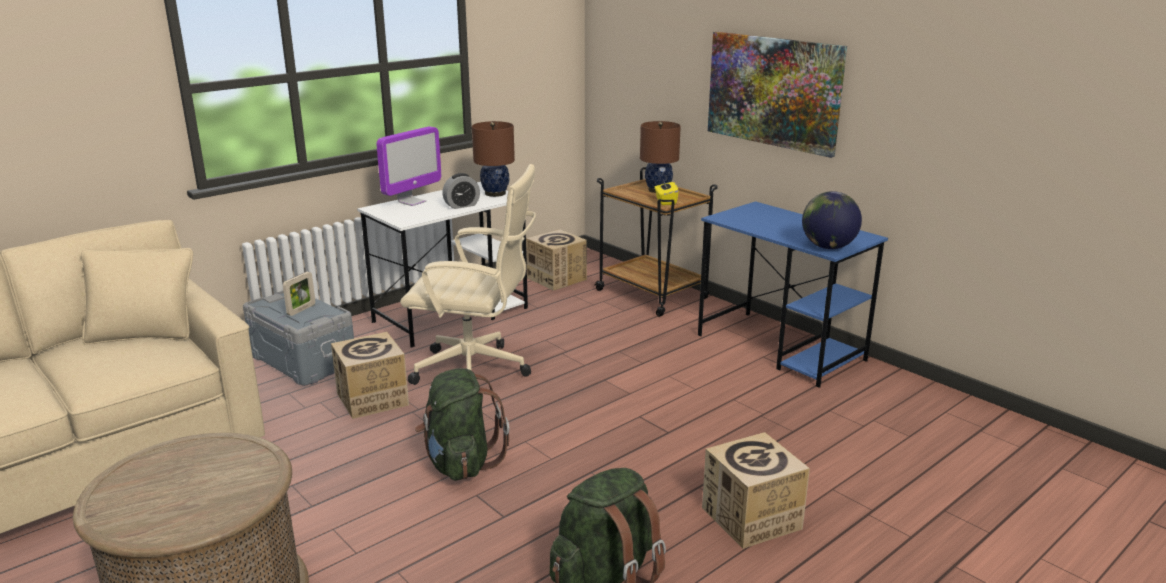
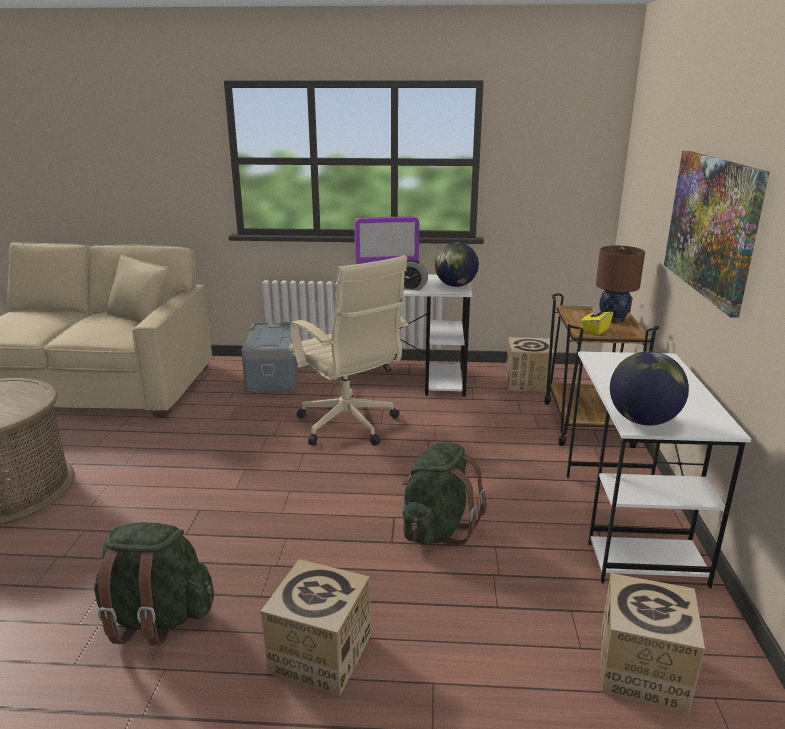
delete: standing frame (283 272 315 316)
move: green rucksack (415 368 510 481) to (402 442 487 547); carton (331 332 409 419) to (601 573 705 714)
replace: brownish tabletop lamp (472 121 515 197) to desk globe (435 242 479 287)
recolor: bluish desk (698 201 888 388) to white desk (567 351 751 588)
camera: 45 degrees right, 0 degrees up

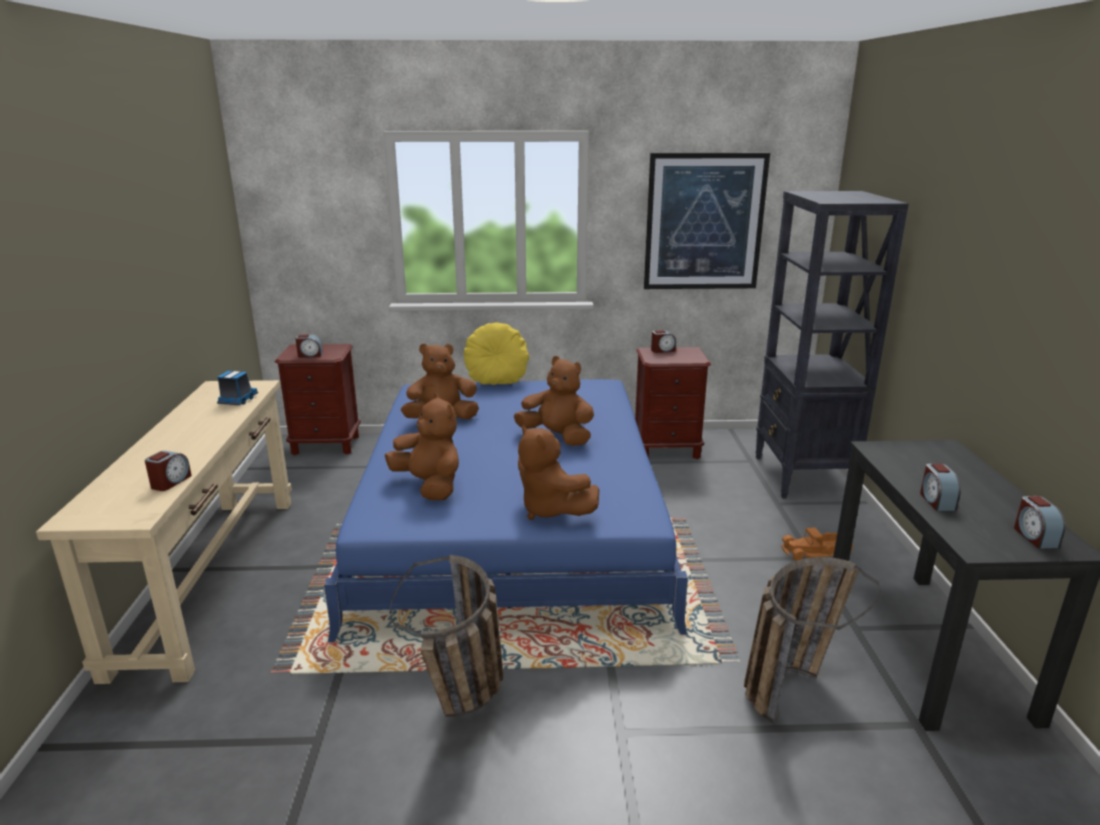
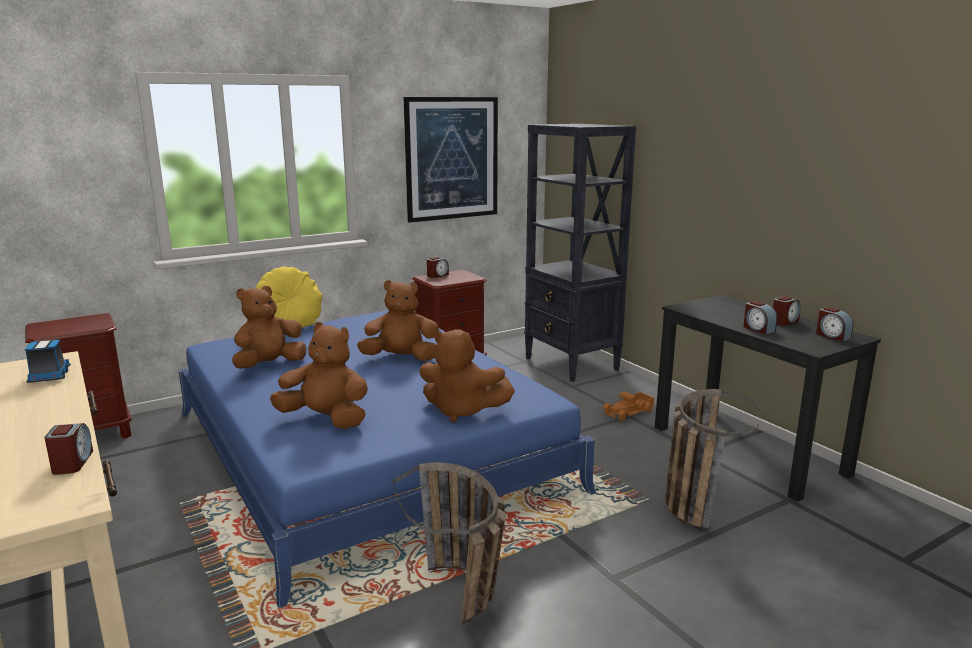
move: alarm clock (295 334 323 357) to (773 296 801 325)
camera: 30 degrees left, 5 degrees down

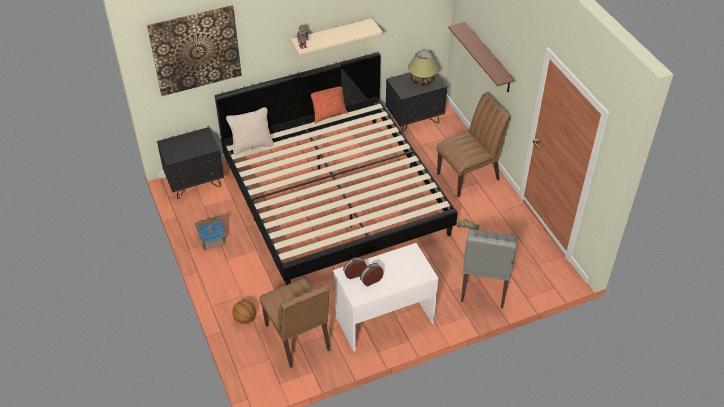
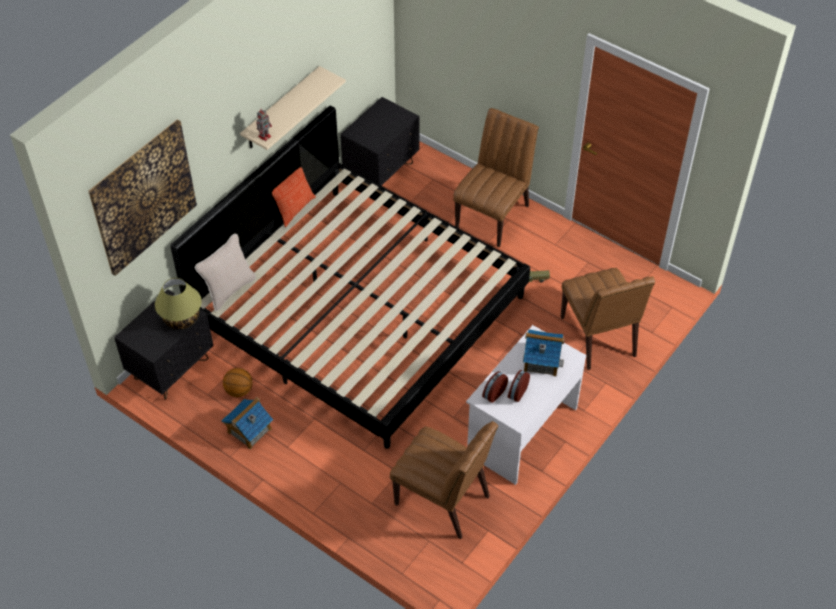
delete: brownish wall shelf (448 22 515 92)
insert: toy house (523 329 565 376)
move: tabletop lamp (408 50 438 86) to (155 278 202 329); ball for basketball (232 300 256 324) to (223 368 252 397)
recolor: grey chair (461 230 517 309) to brownish chair (561 268 655 370)
camera: 30 degrees left, 5 degrees up

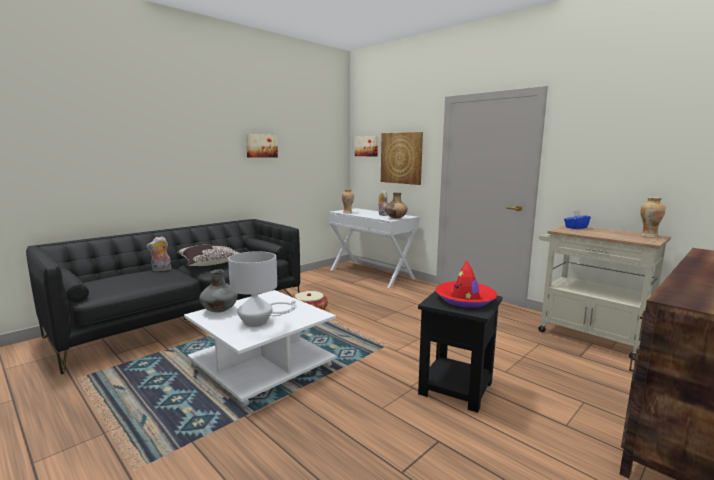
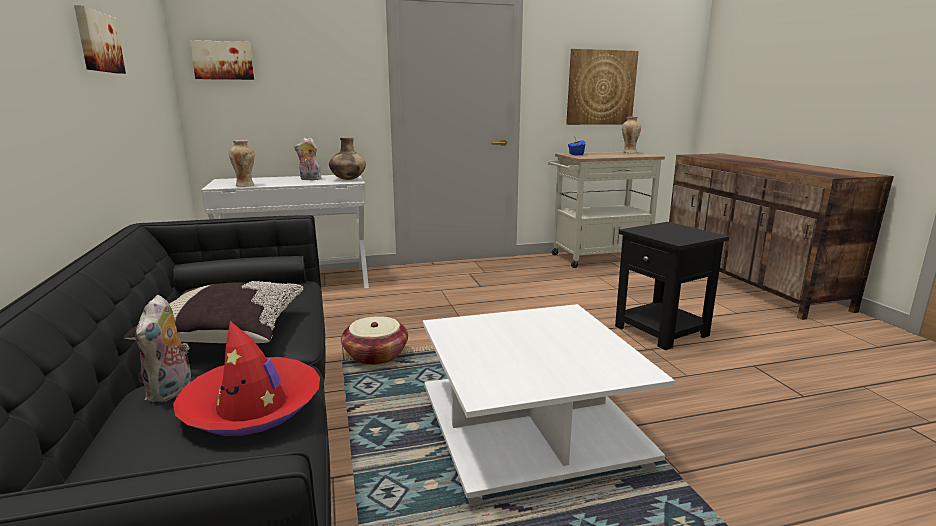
delete: grey decorative vase (199 269 238 313); white tabletop lamp (228 251 296 327)
move: red-coloured wearable hat (436 260 497 308) to (173 321 320 436); wall art (381 132 423 185) to (566 49 639 125)
camera: 60 degrees left, 5 degrees up

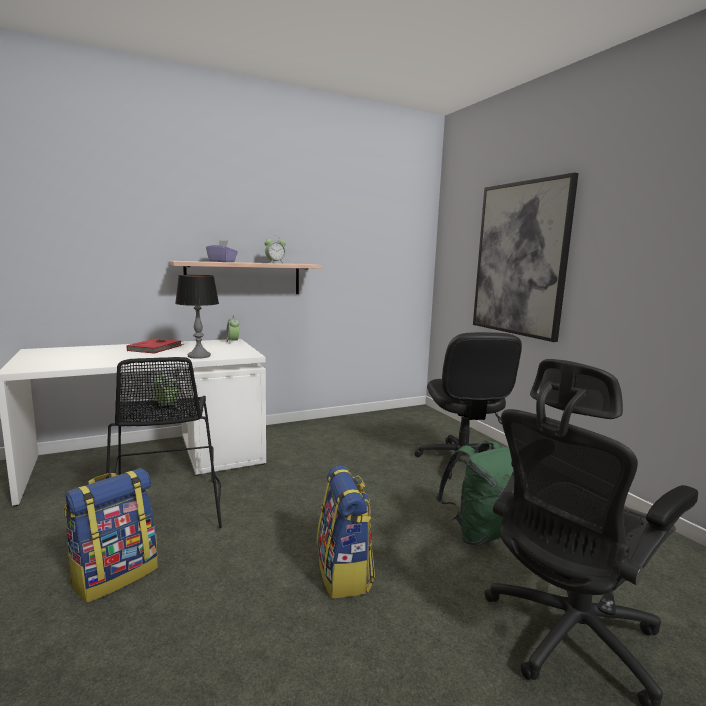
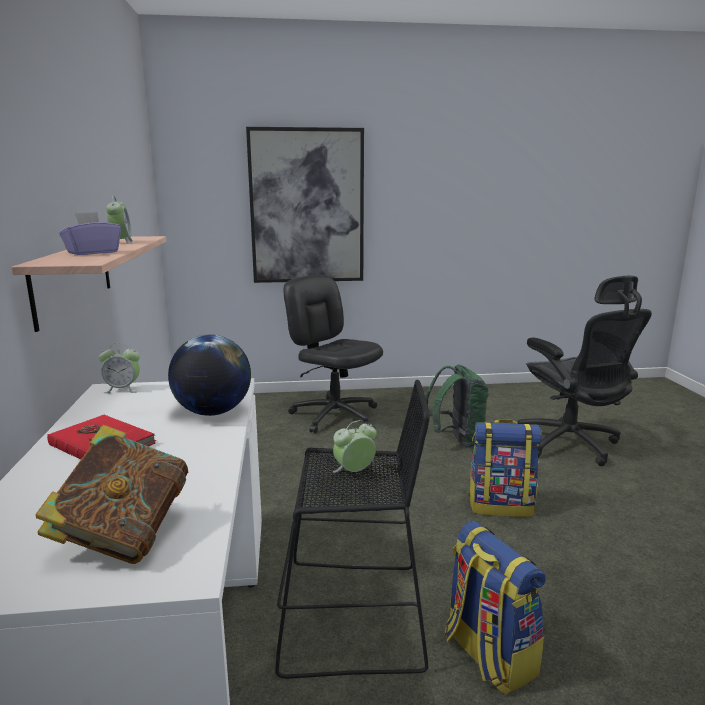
insert: book (36 425 188 564)
replace: tabletop lamp (175 275 219 359) to desk globe (168 335 251 416)
rotate: black computer chair (414 332 522 479) = (284 275 383 433) 150 degrees counterclockwise
camera: 70 degrees left, 5 degrees up

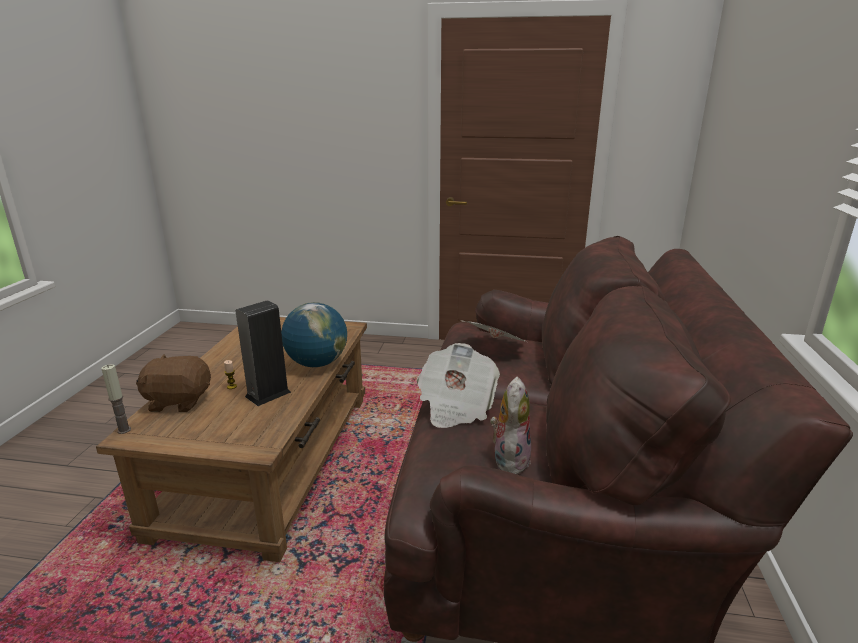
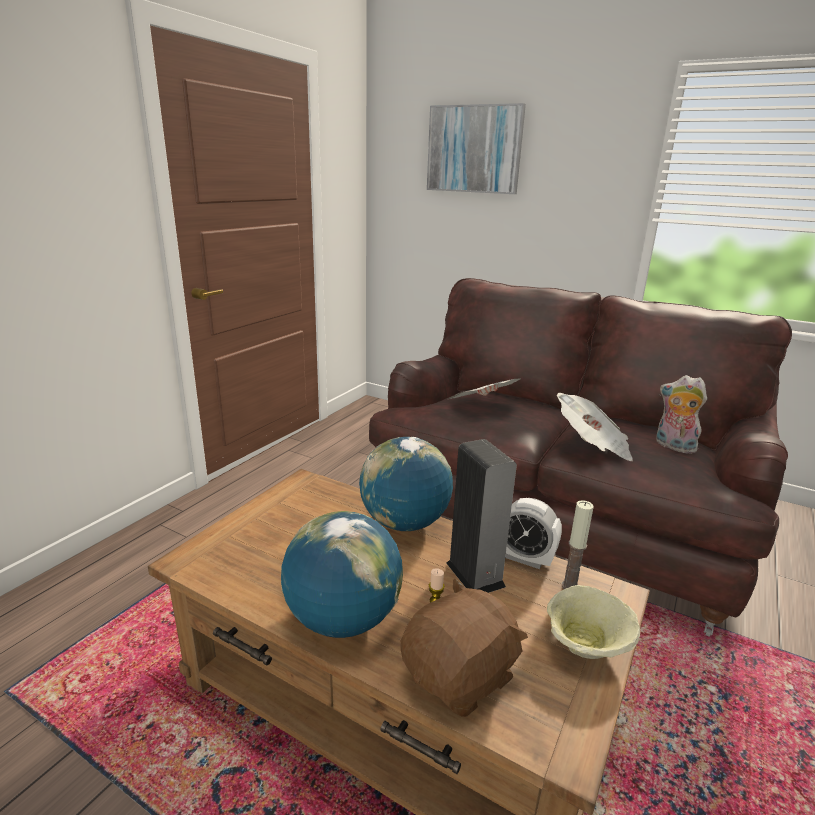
insert: desk globe (281 511 403 638); wall art (427 103 526 194); alarm clock (505 498 562 569); beige-coloured serving bowl (547 585 640 659)
move: wax light (102 364 131 434) to (562 500 594 589)
rotate: brownish cuddly toy (136 354 211 412) = (401 579 528 717) 150 degrees counterclockwise
camera: 70 degrees left, 0 degrees up

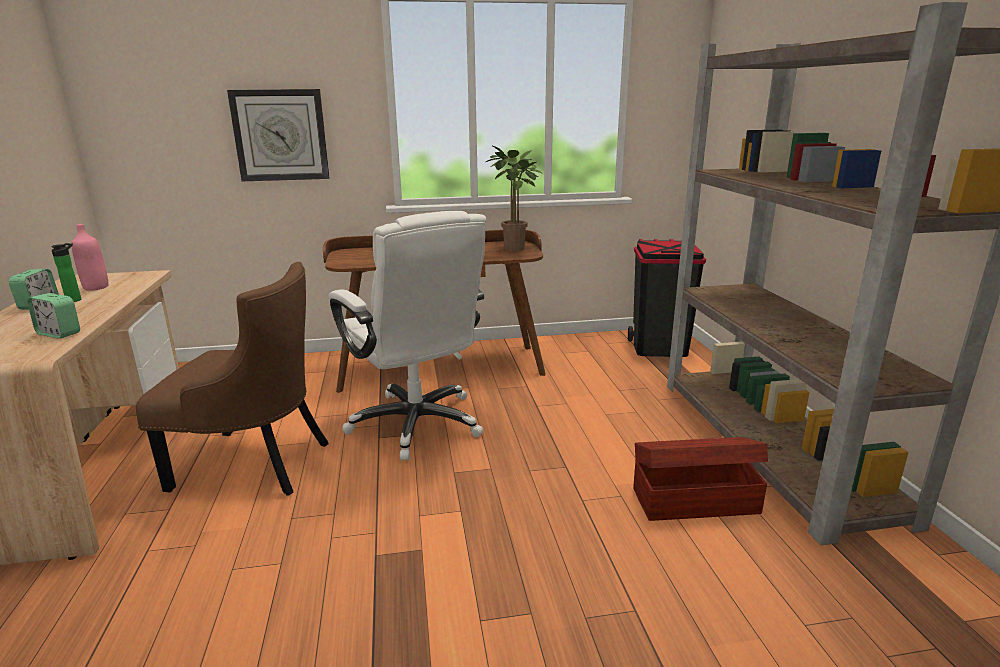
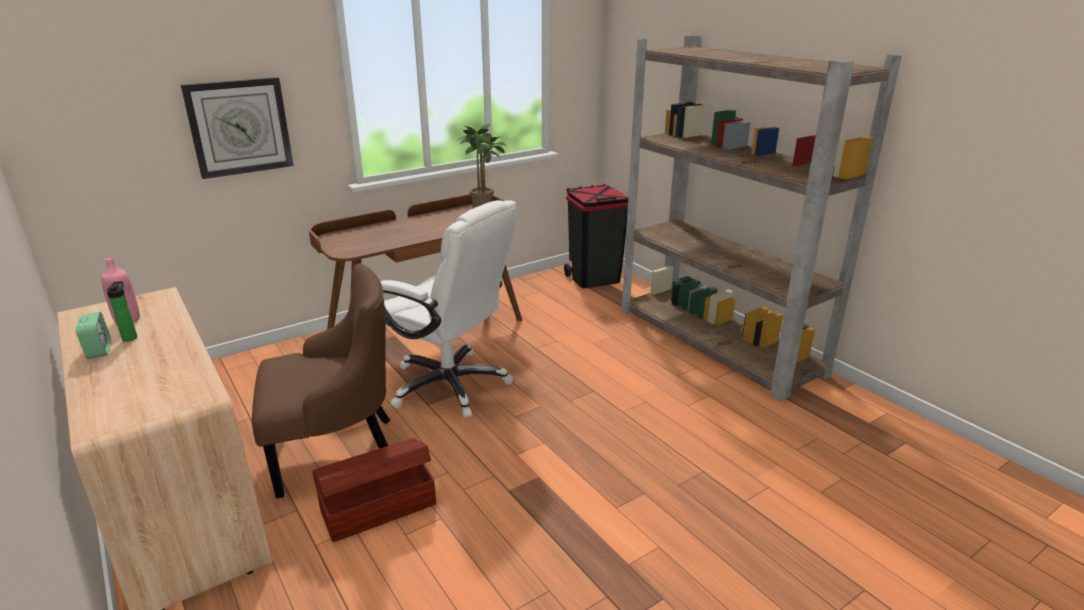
delete: alarm clock (27 293 80 339)
move: brownish storage bin (633 437 768 521) to (312 438 436 542)
camera: 25 degrees left, 5 degrees up

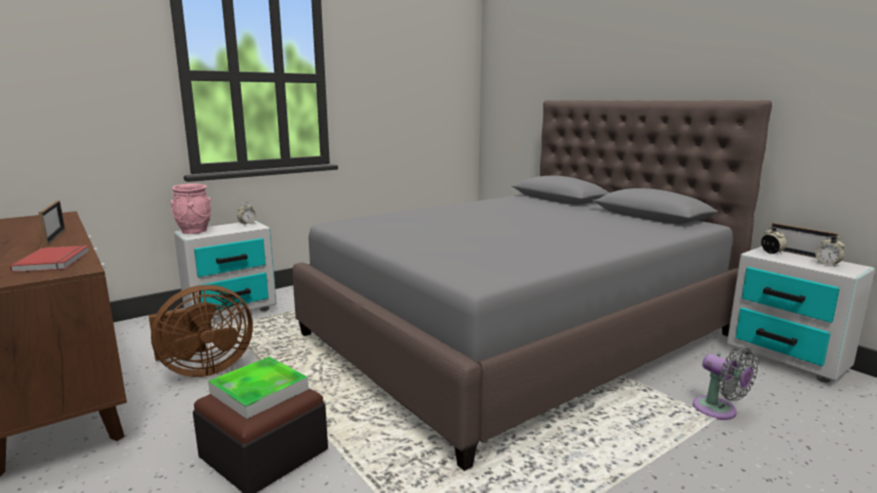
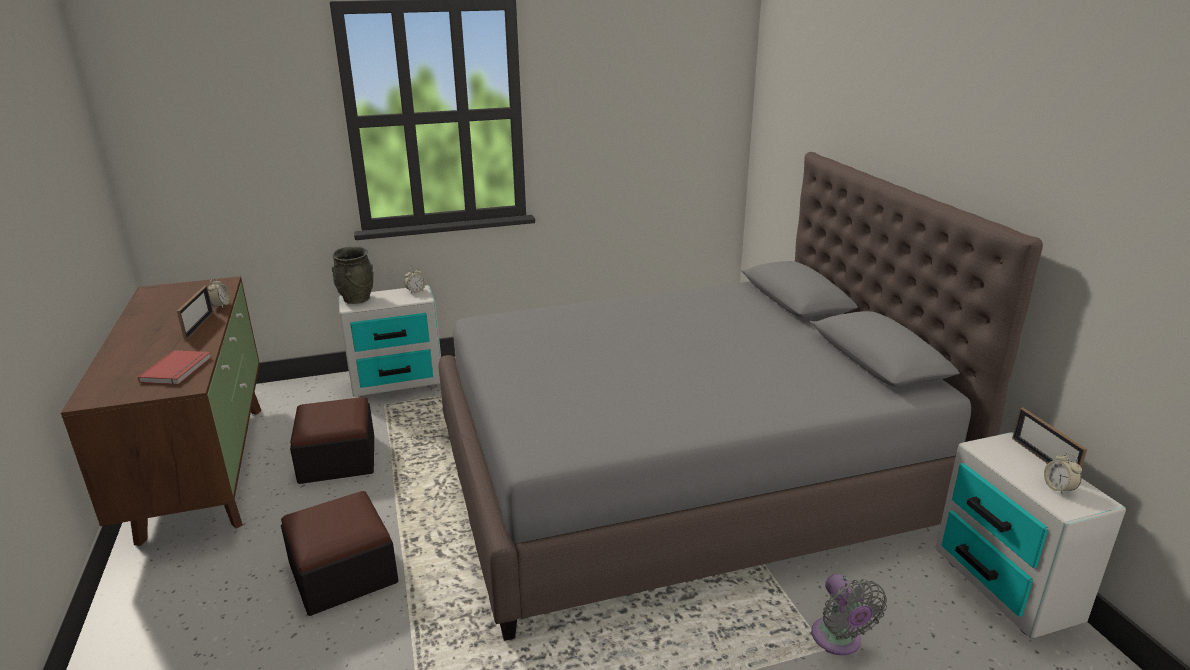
delete: serving tray (208 357 309 419)
move: alarm clock (761 227 787 254) to (208 278 230 308)
replace: brownish fan (149 285 253 377) to pouffe (290 397 374 484)
recolor: pinkish decorative vase (171 184 211 234) to grey decorative vase (332 246 374 304)
camera: 20 degrees right, 10 degrees up

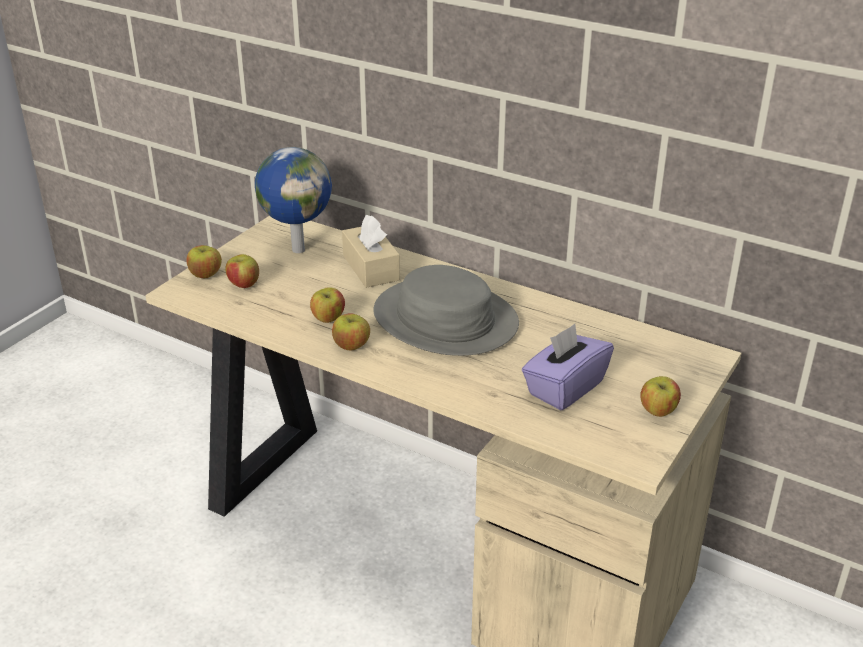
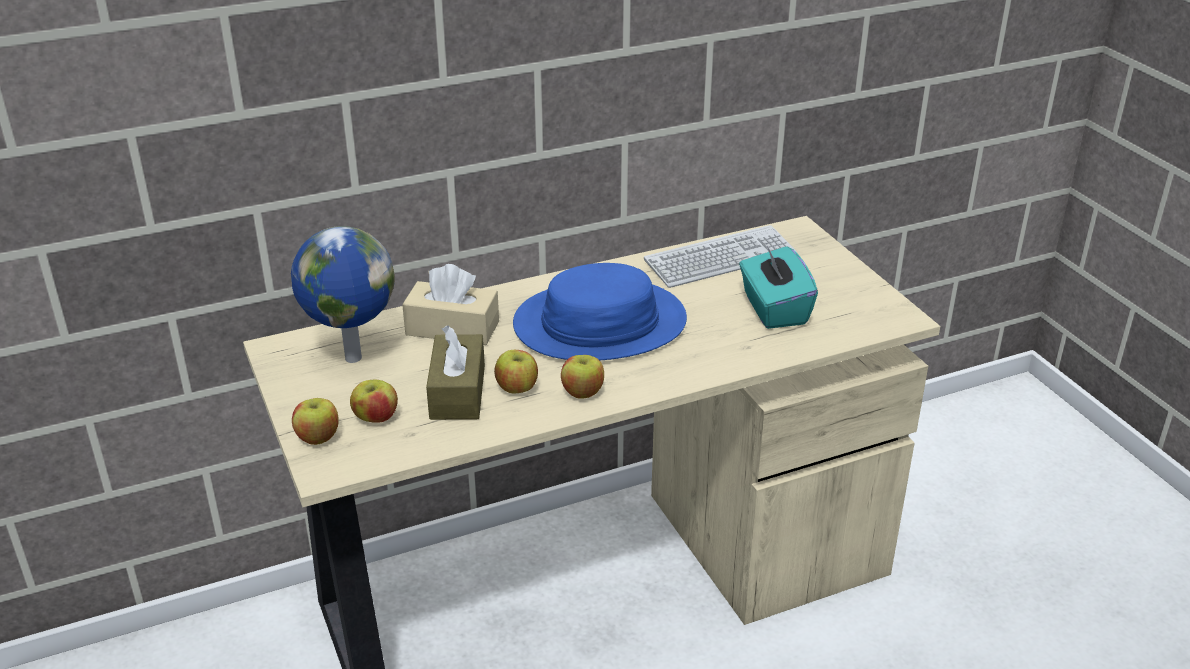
delete: apple (641 376 681 417)
insert: brownish box of tissues (426 325 485 420); PC keyboard (644 225 797 288)
recolor: grey wearable hat (373 265 519 356) to bluish wearable hat (513 263 687 360); purple-coloured box of tissues (522 324 614 410) to turquoise-coloured box of tissues (739 243 818 329)
camera: 55 degrees left, 0 degrees up

